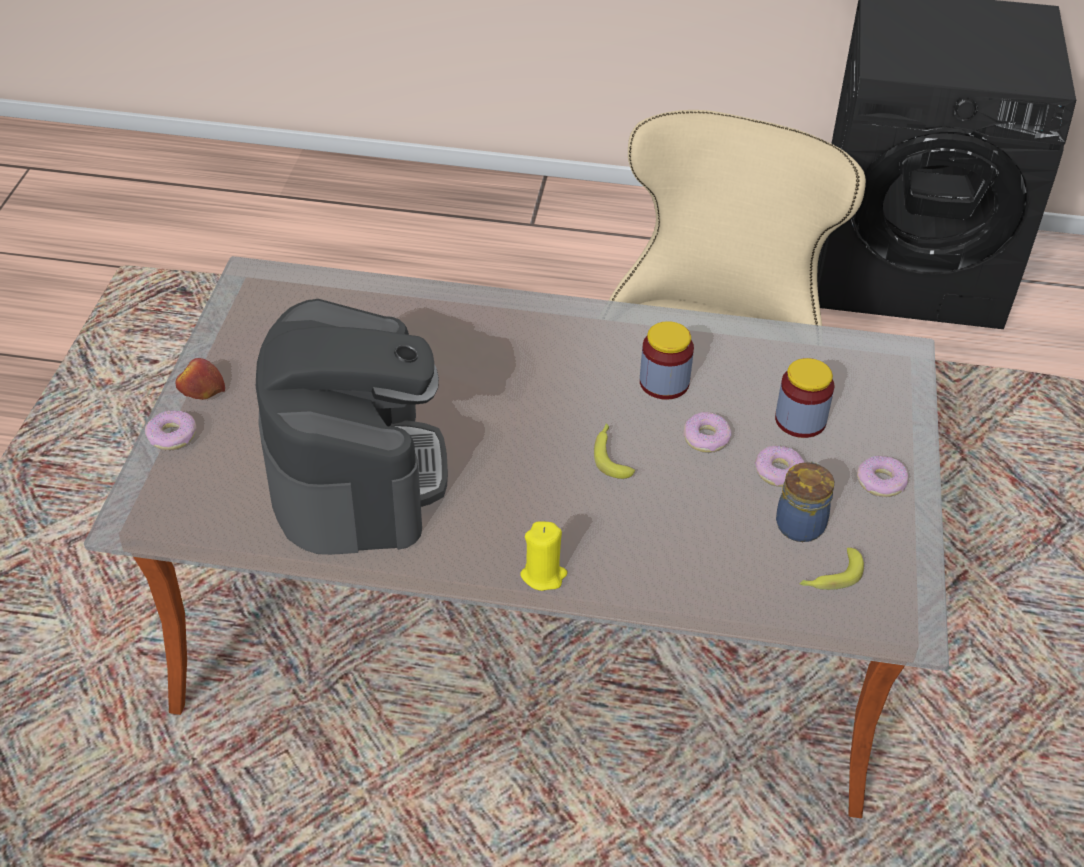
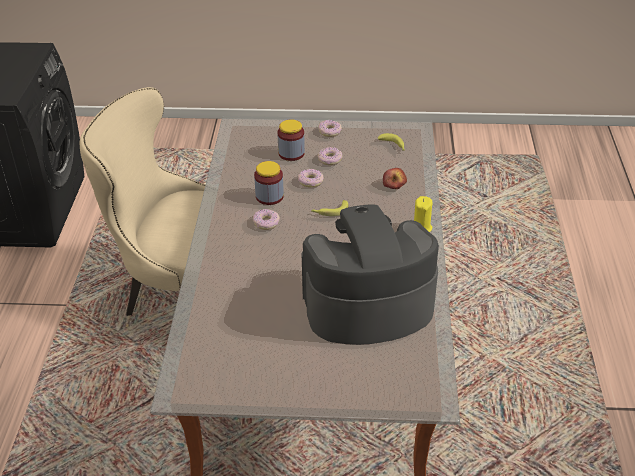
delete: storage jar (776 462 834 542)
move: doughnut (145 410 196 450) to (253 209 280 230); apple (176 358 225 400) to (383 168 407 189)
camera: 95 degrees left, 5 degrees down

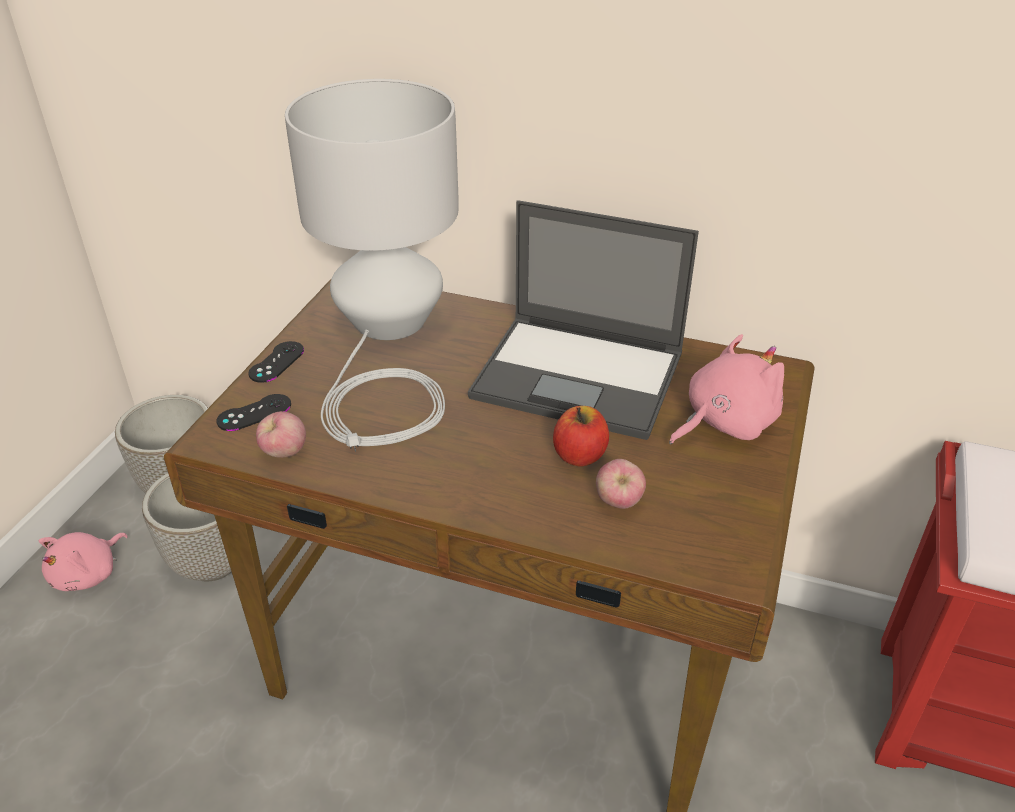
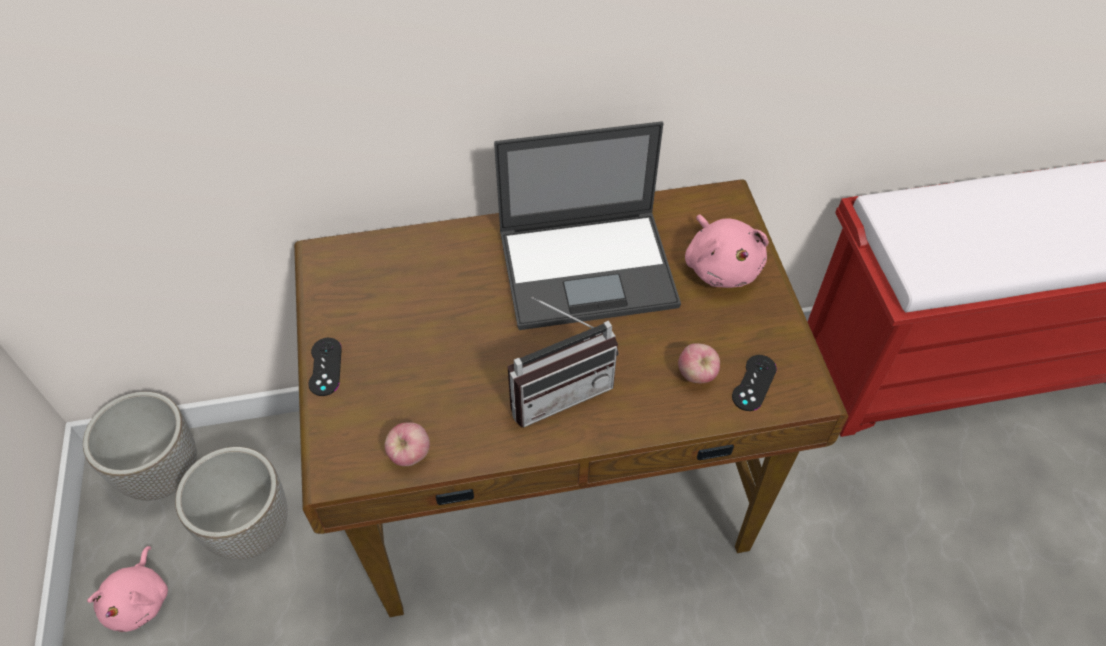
delete: white tabletop lamp (285 79 459 452); apple (553 406 609 466)
insert: radio set (508 297 618 427)
move: black game controller (217 394 291 431) to (732 355 777 411)
rotate: pinkish cuddly toy (669 334 784 445) = (685 214 769 288) 135 degrees clockwise
camera: 30 degrees left, 15 degrees up

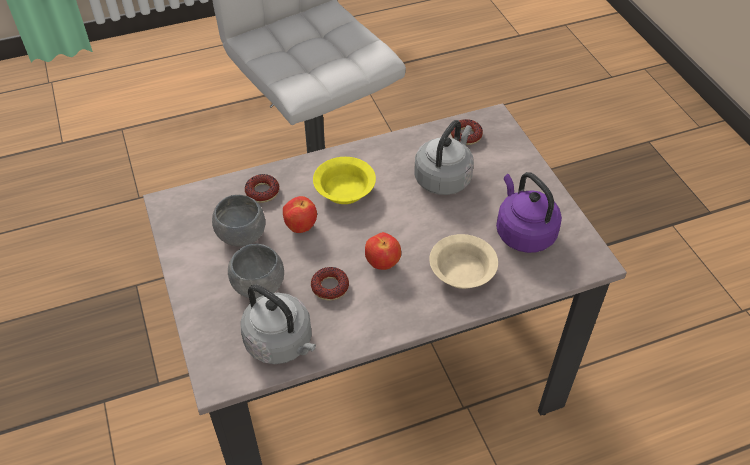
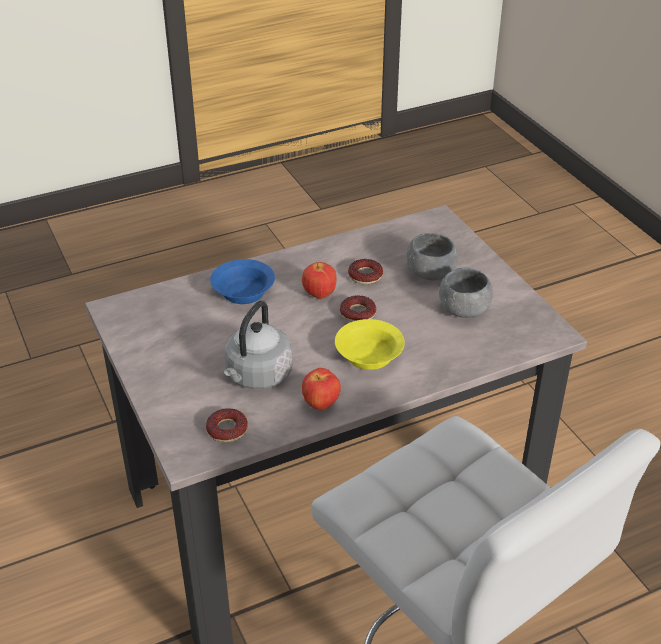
delete: grey water kettle (240 284 316 364); purple-coloured water kettle (496 172 562 253)
move: apple (283 196 317 233) to (302 368 341 411); doughnut (245 174 279 203) to (340 295 376 322)
recolor: beige-coloured serving bowl (429 234 498 289) to bluish serving bowl (210 259 275 304)
camera: 175 degrees right, 10 degrees down

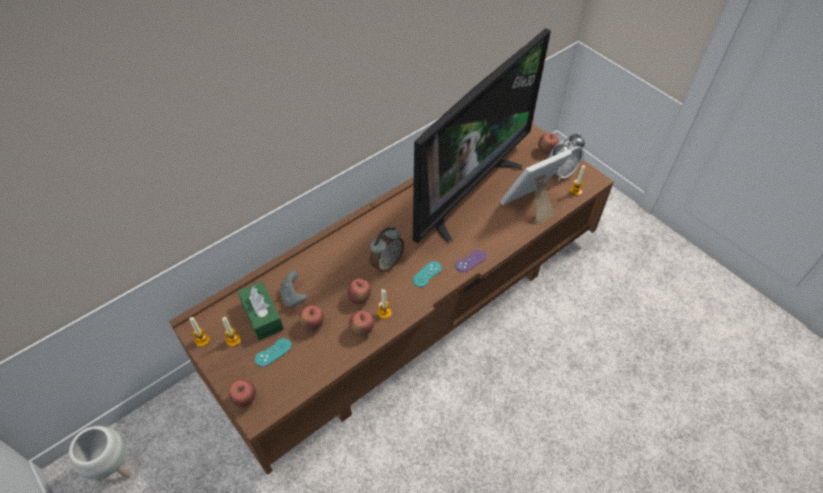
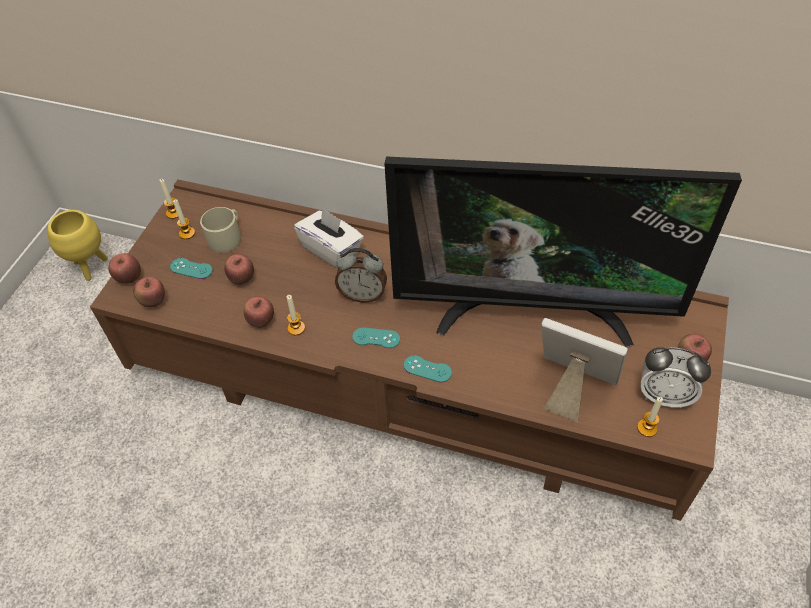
delete: grey game controller (280 271 307 308)
insert: white box of tissues (294 207 364 268)
move: apple (348 279 371 304) to (133 277 165 307)
replace: green box of tissues (238 281 284 340) to beige-coloured tea mug (200 207 241 253)
recolor: white plant pot (69 426 131 481) to yellowish plant pot (47 210 108 281); purple-coloured game controller (455 250 486 272) to turquoise-coloured game controller (404 355 452 382)
camera: 60 degrees right, 0 degrees up

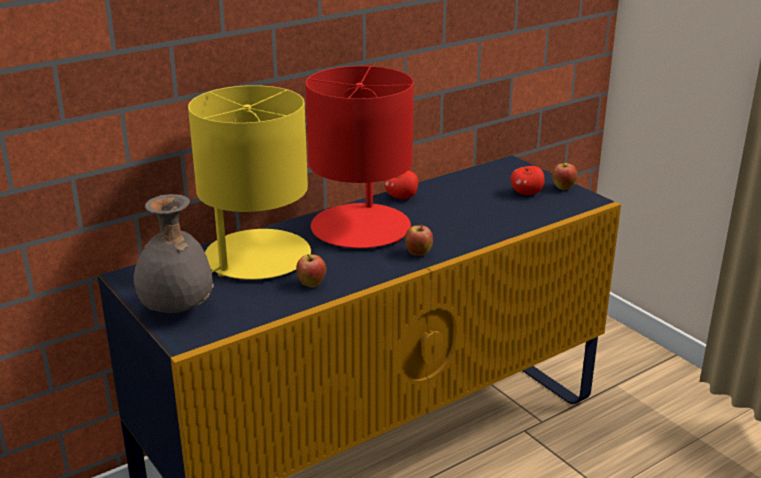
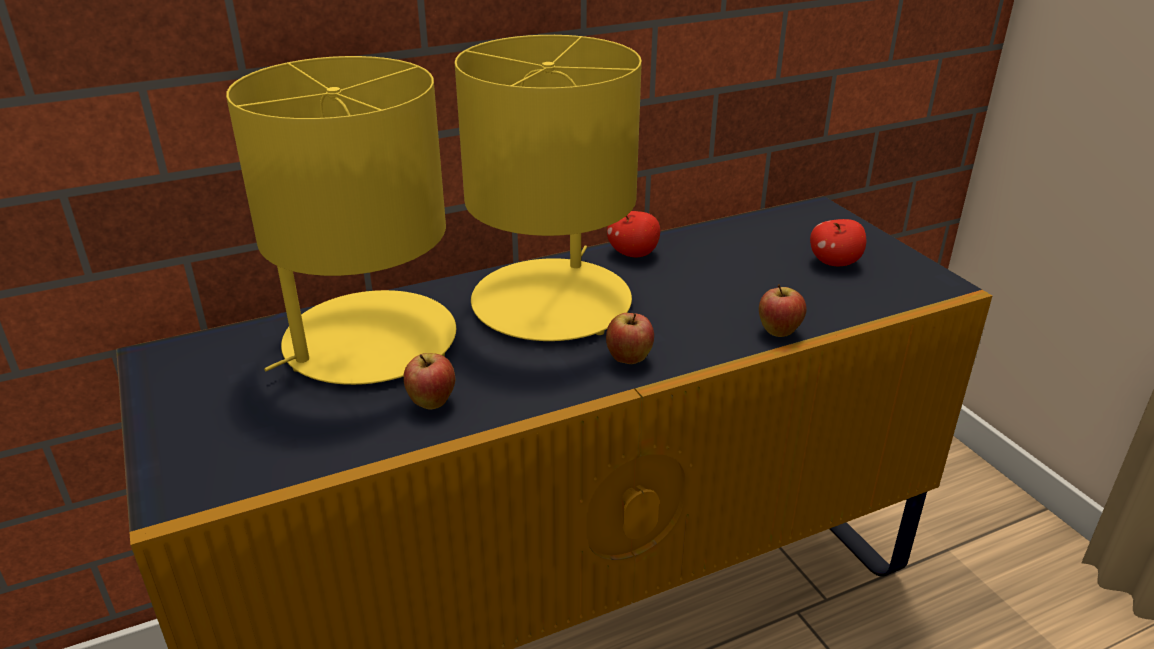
delete: grey decorative vase (134 194 214 313)
move: apple (552 161 577 190) to (759 284 807 337)
recolor: red-coloured tabletop lamp (306 66 414 248) to yellowish tabletop lamp (454 35 642 341)
camera: 10 degrees right, 5 degrees up

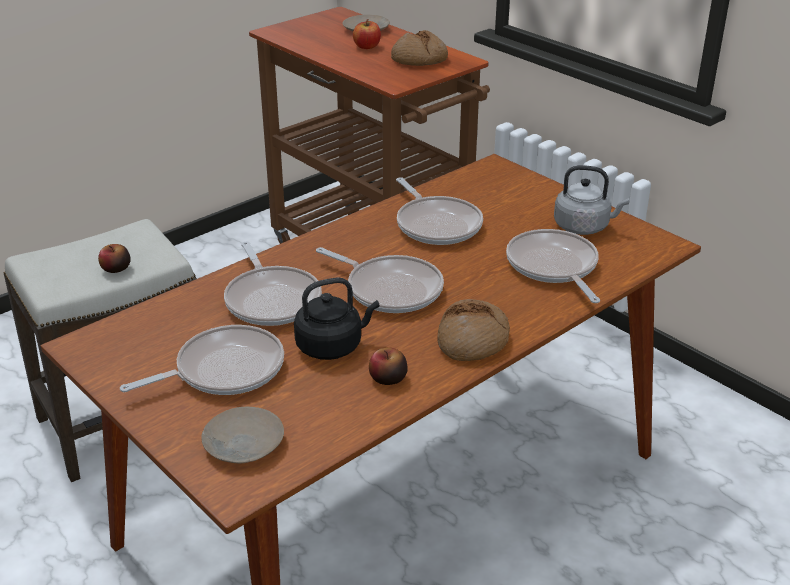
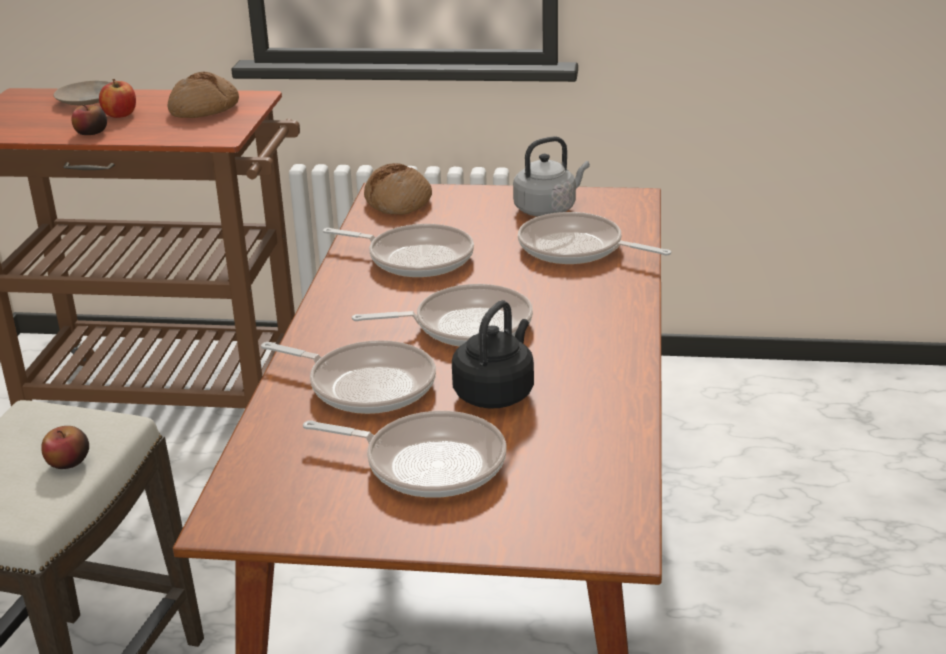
delete: beige-coloured dinner plate (201 407 284 464)
move: apple (369 348 408 385) to (71 105 107 135); bakery bread (437 299 510 361) to (364 163 432 215)
rotate: pan (120 325 284 395) = (303 411 506 498) 90 degrees clockwise
camera: 40 degrees left, 5 degrees down

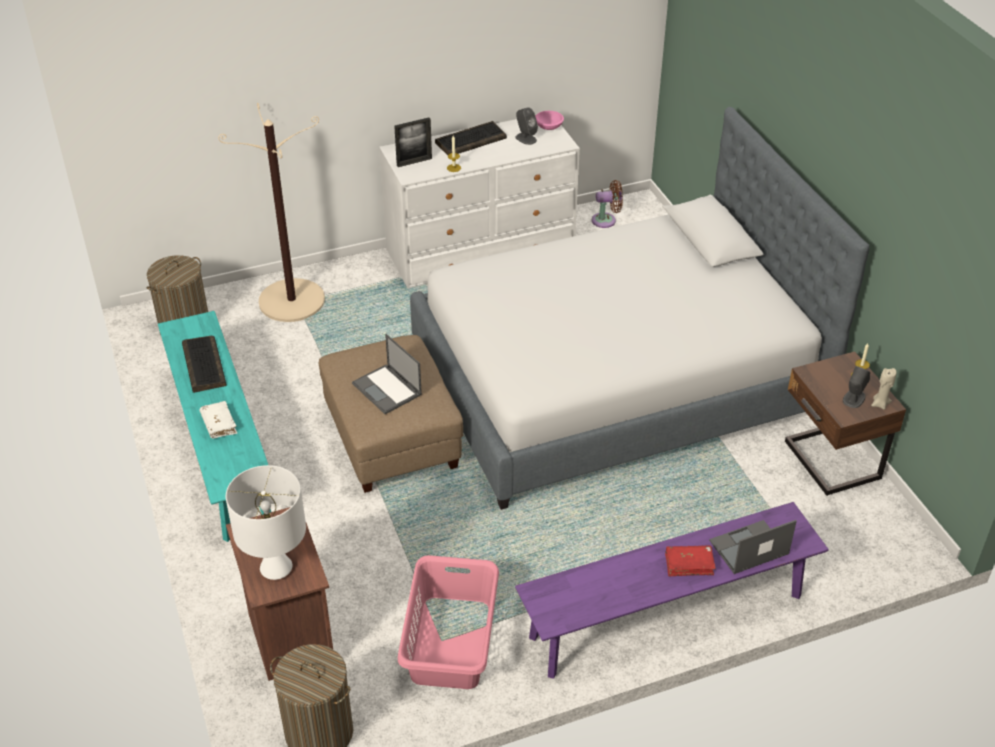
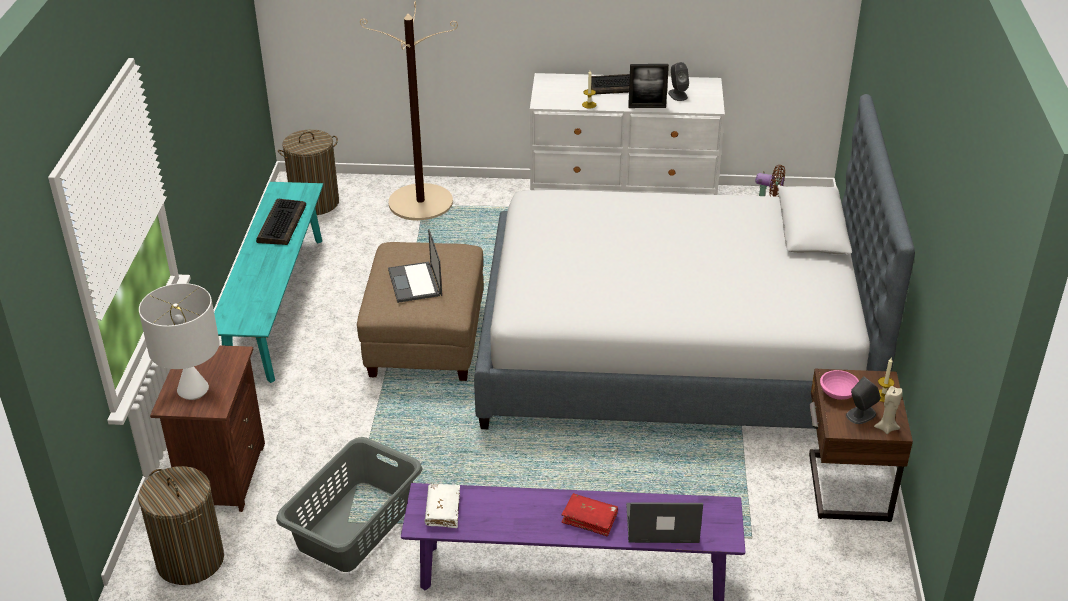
move: white book (200 401 237 439) to (425 484 460 528); standing frame (394 118 432 167) to (628 64 669 108); pinkish serving bowl (535 111 564 130) to (820 370 859 400)
recolor: pinkish hamper (398 555 499 689) to grey hamper (276 437 422 572)
camera: 25 degrees right, 5 degrees down

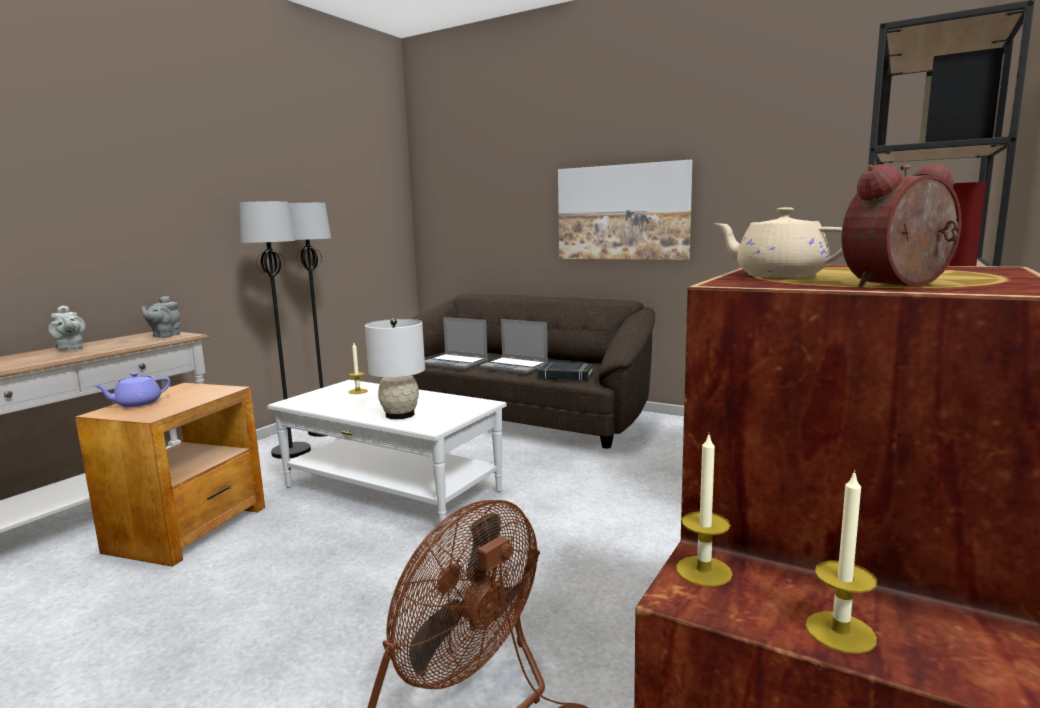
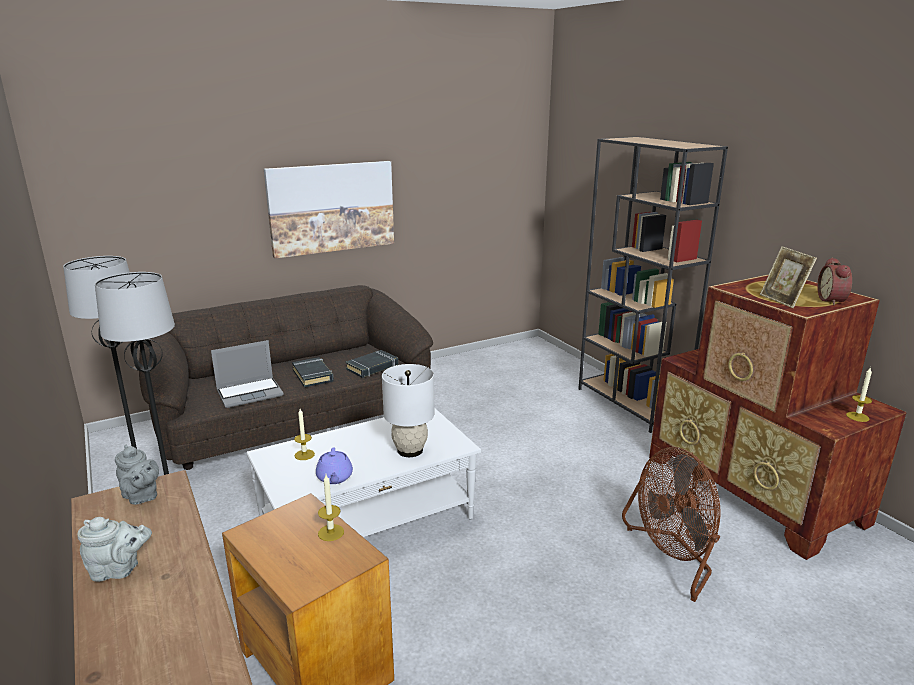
move: purple-coloured pot for tea (94 372 170 407) to (316 448 353 484); wax light (676 435 733 587) to (318 474 344 541)
replace: laptop (480 319 548 374) to black book (292 357 334 387); beige-coloured pot for tea (715 207 843 278) to standing frame (760 246 817 308)
camera: 60 degrees left, 10 degrees up

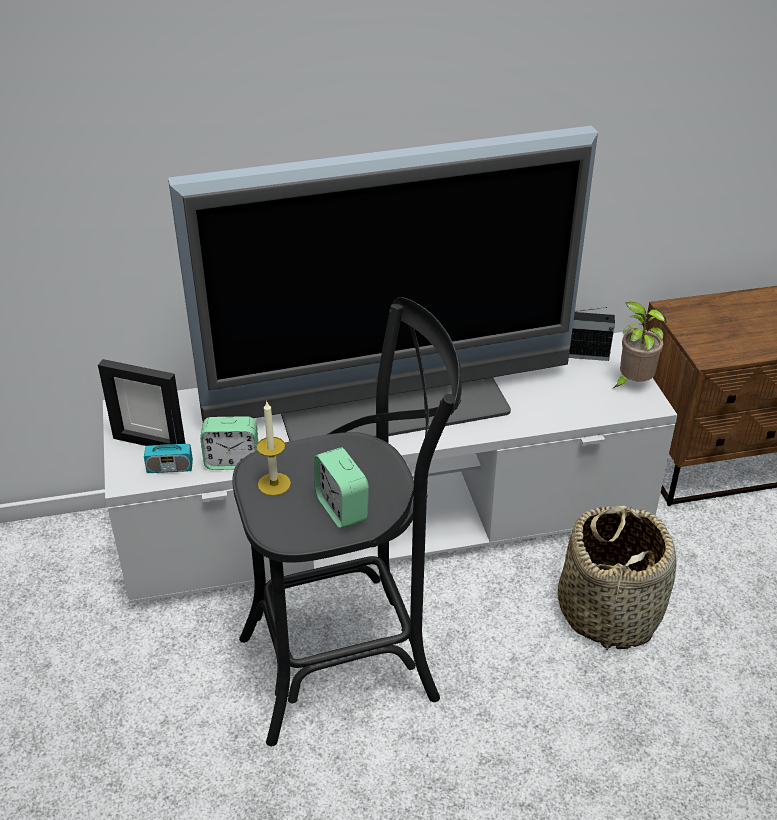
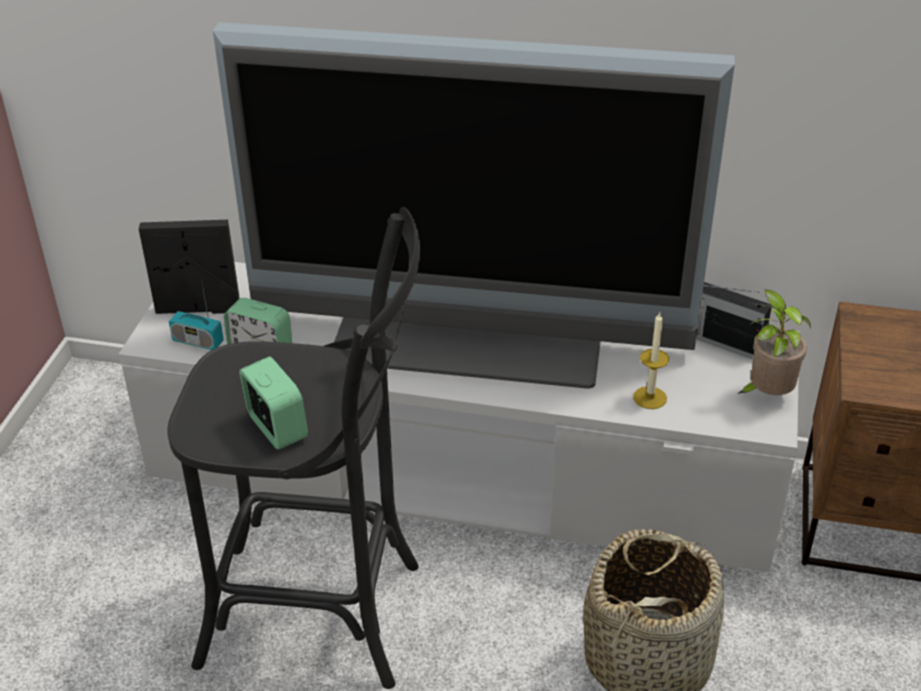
move: wax light (256 402 291 496) to (633 312 669 409)
rotate: standing frame (98 359 185 446) = (139 220 240 314) 135 degrees clockwise; alarm clock (314 447 369 529) = (239 356 308 450) 150 degrees clockwise
camera: 25 degrees right, 0 degrees up

